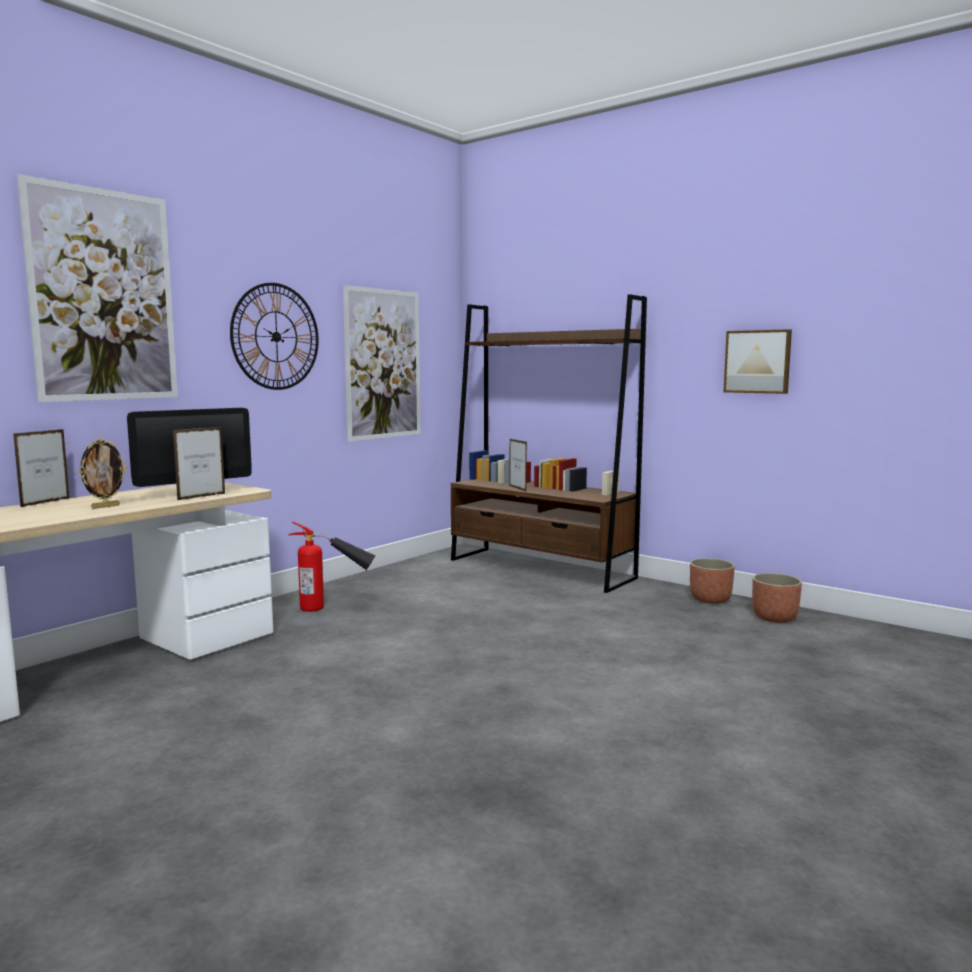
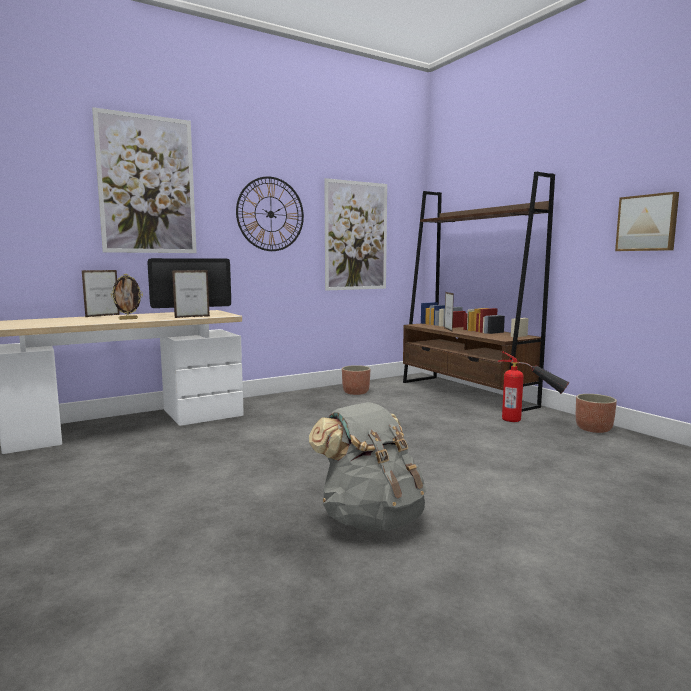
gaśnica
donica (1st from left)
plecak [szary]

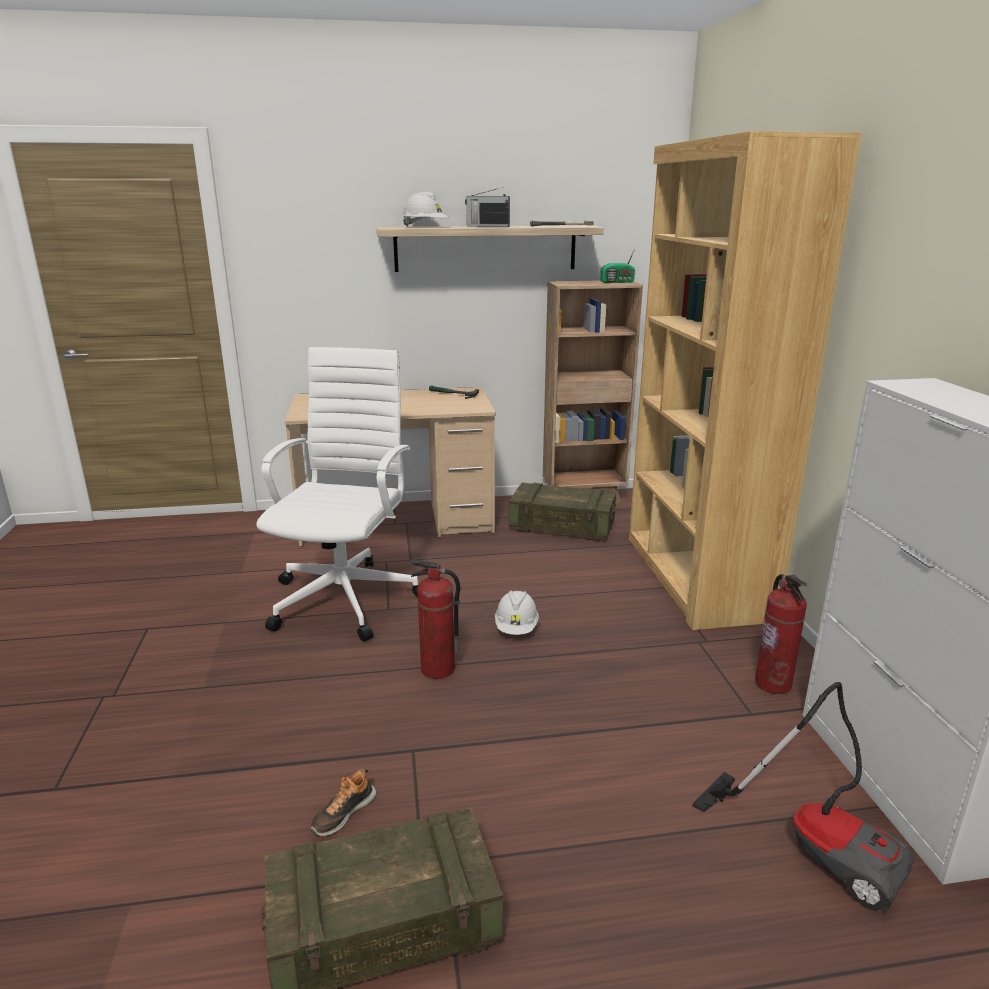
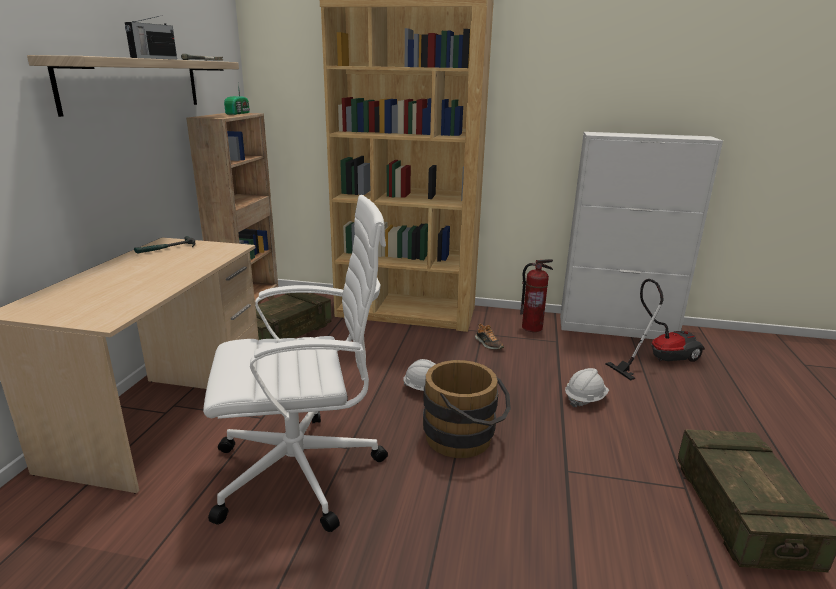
krzesło biurowe [biały]
but
kask [biały] (2nd from left)
wiadro [brązowy]

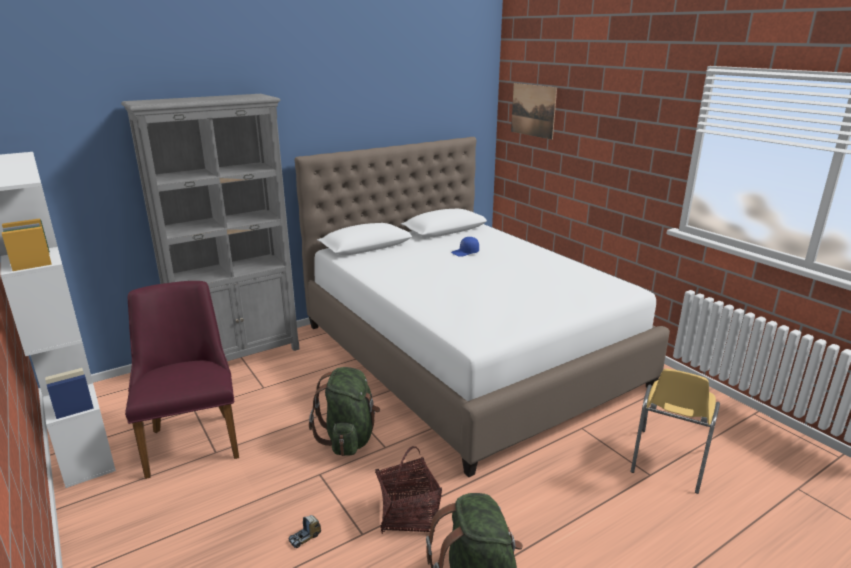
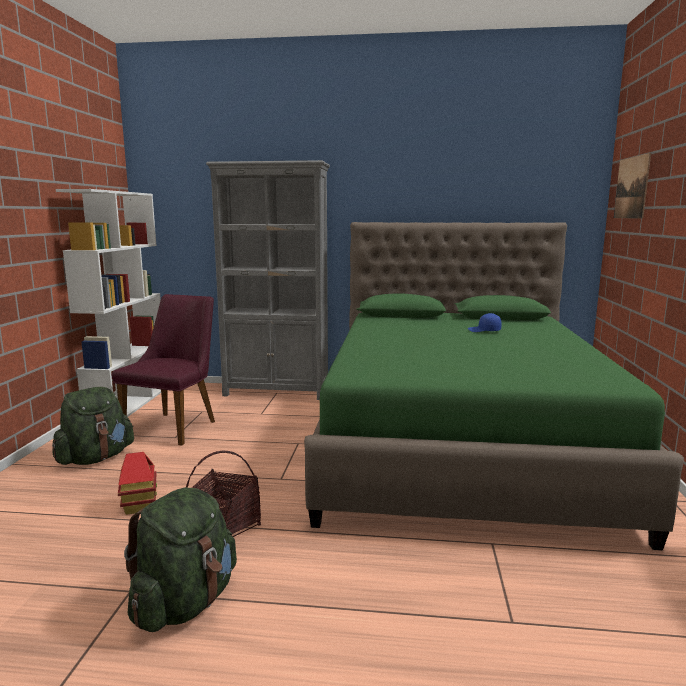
domek
łóżko [zielony]
plecak [zielony] (1st from left)
krzesło [żółty]

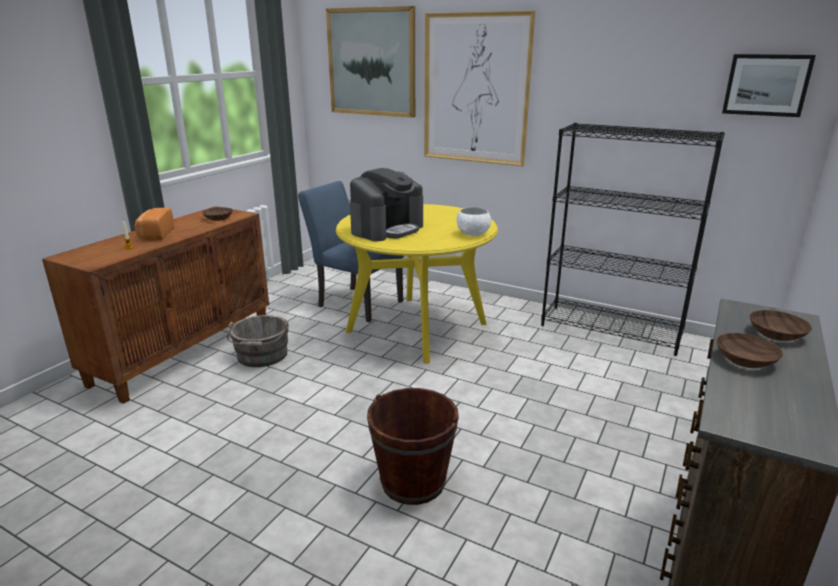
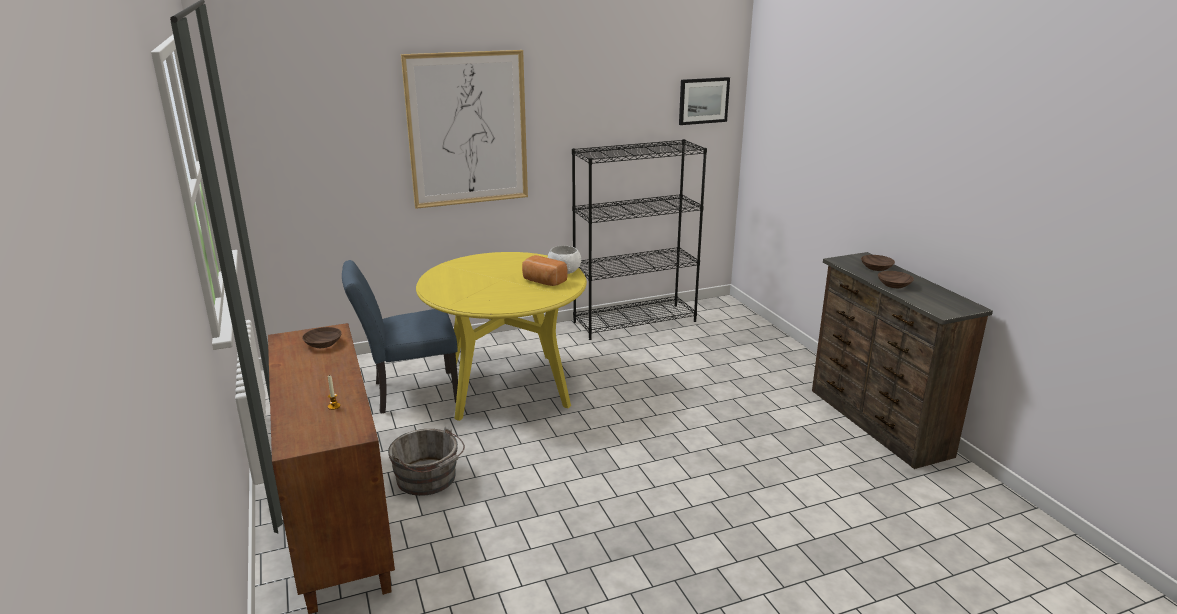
chleb
obraz (1st from left in the first image)
ekspres do kawy
wiadro [brązowy]

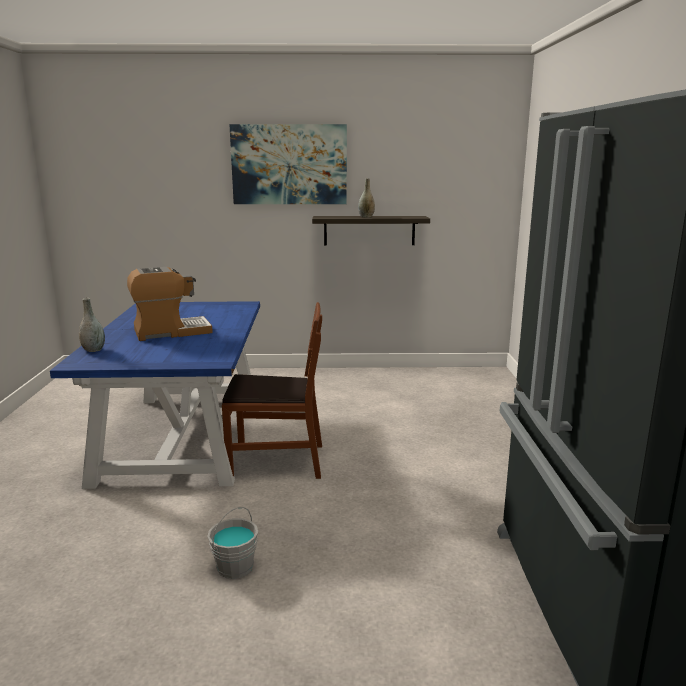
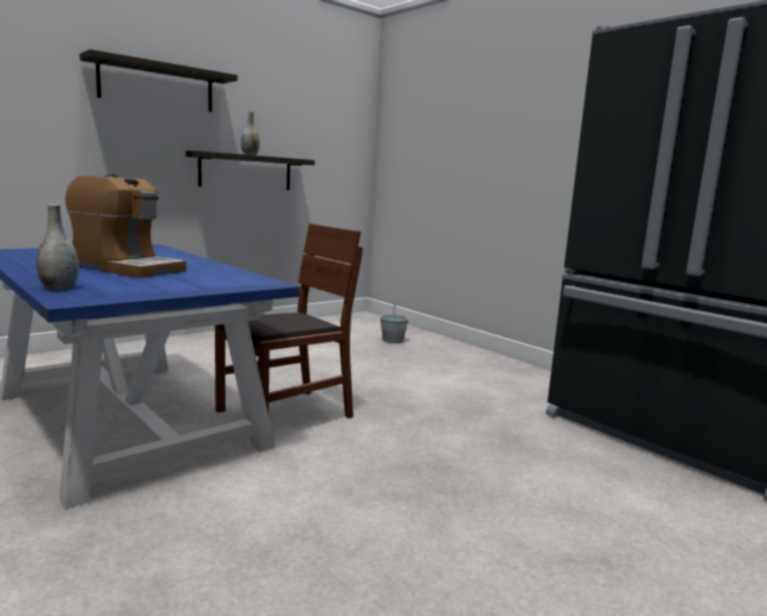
ekspres do kawy
wiadro [szary]
półka (1st from left)

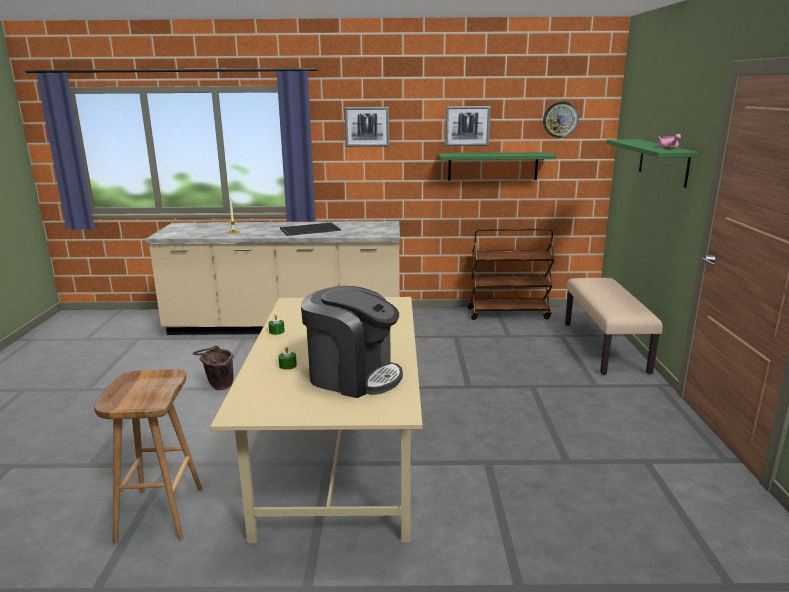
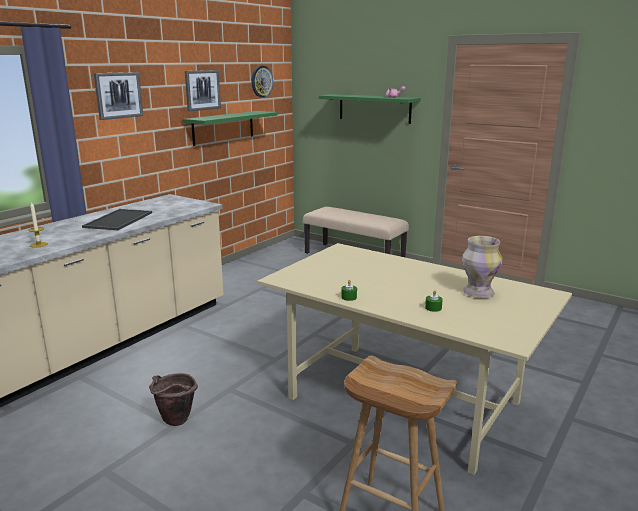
wazon
wózek [brązowy]

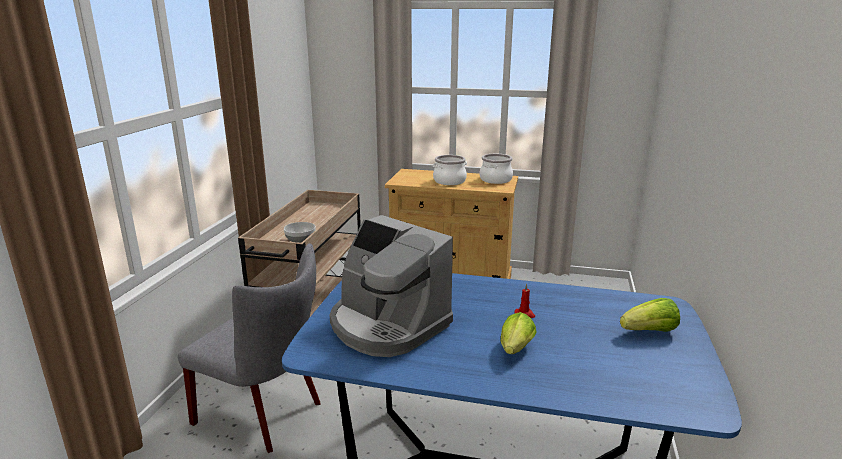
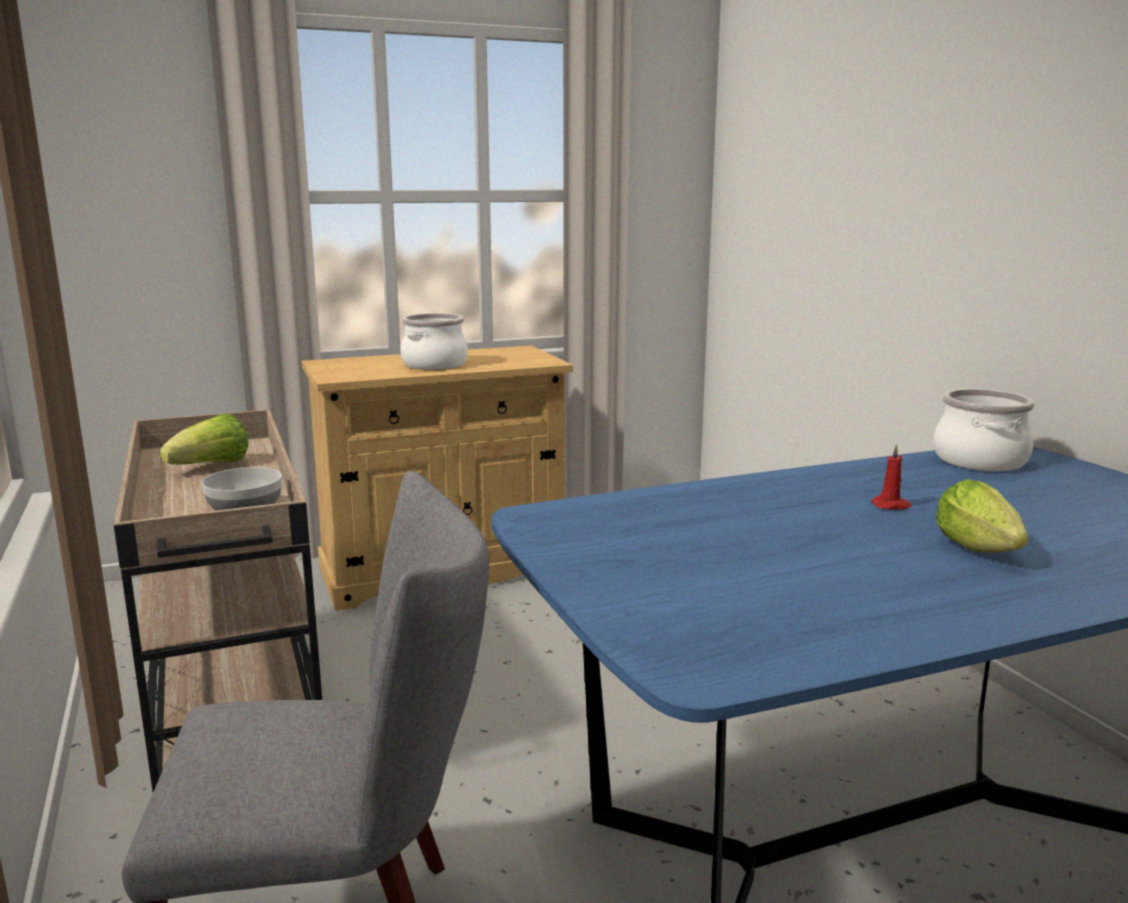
ekspres do kawy
garnek (2nd from left)
sałata (1st from left)

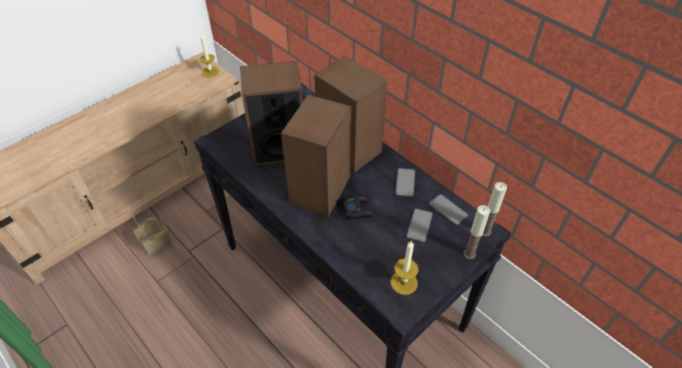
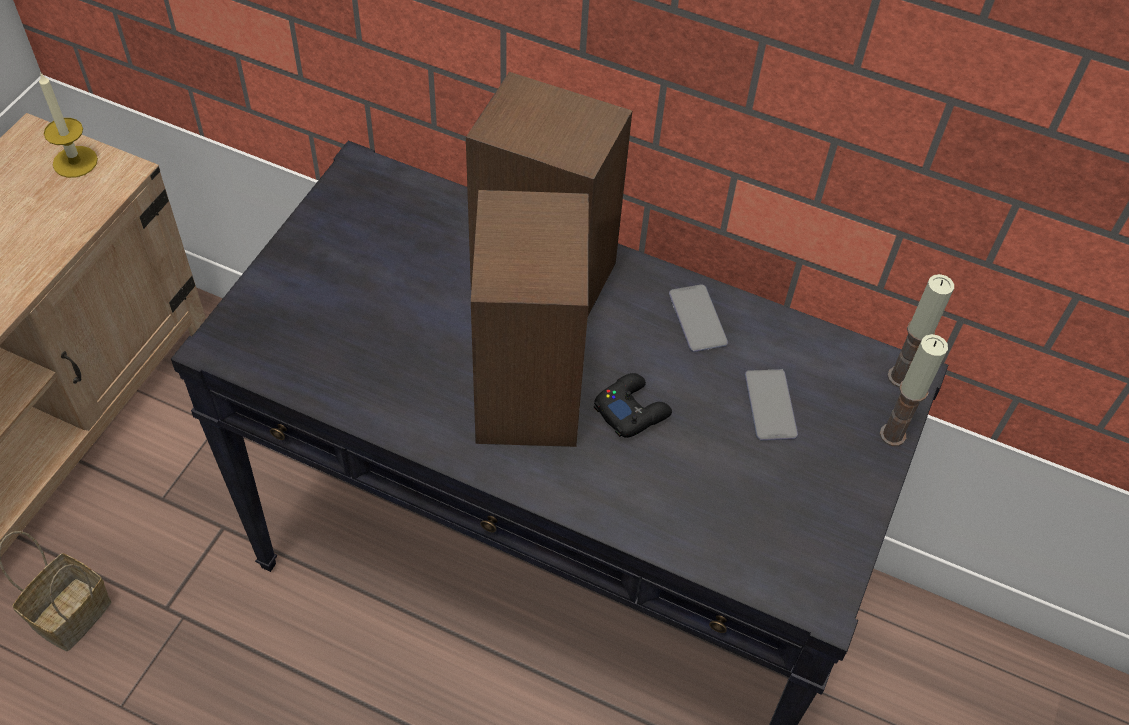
głośnik (1st from left in the first image)
świeca (2nd from left in the first image)
telefon (3rd from left in the first image)

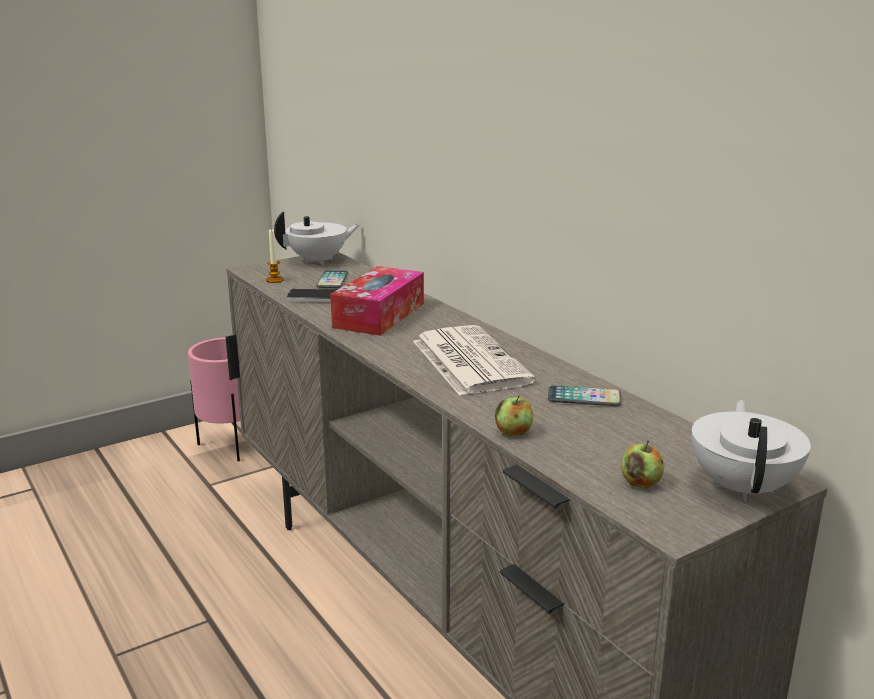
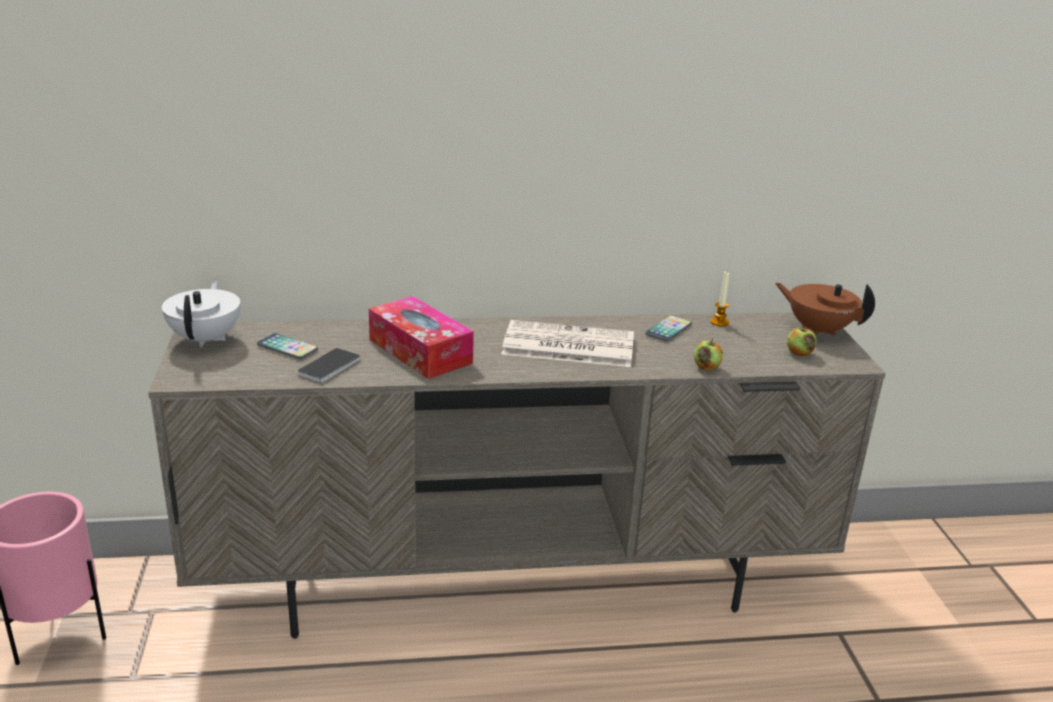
świeca
imbryk [brązowy]

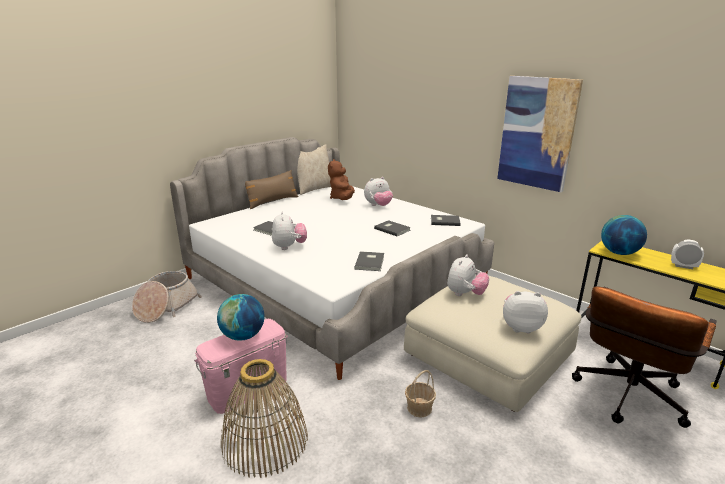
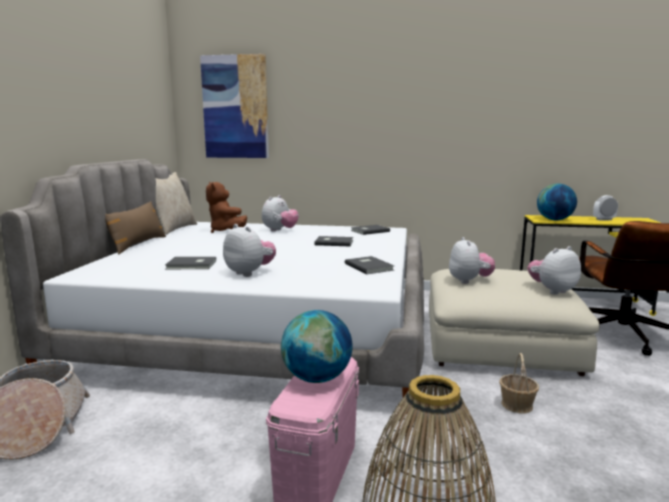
obraz

